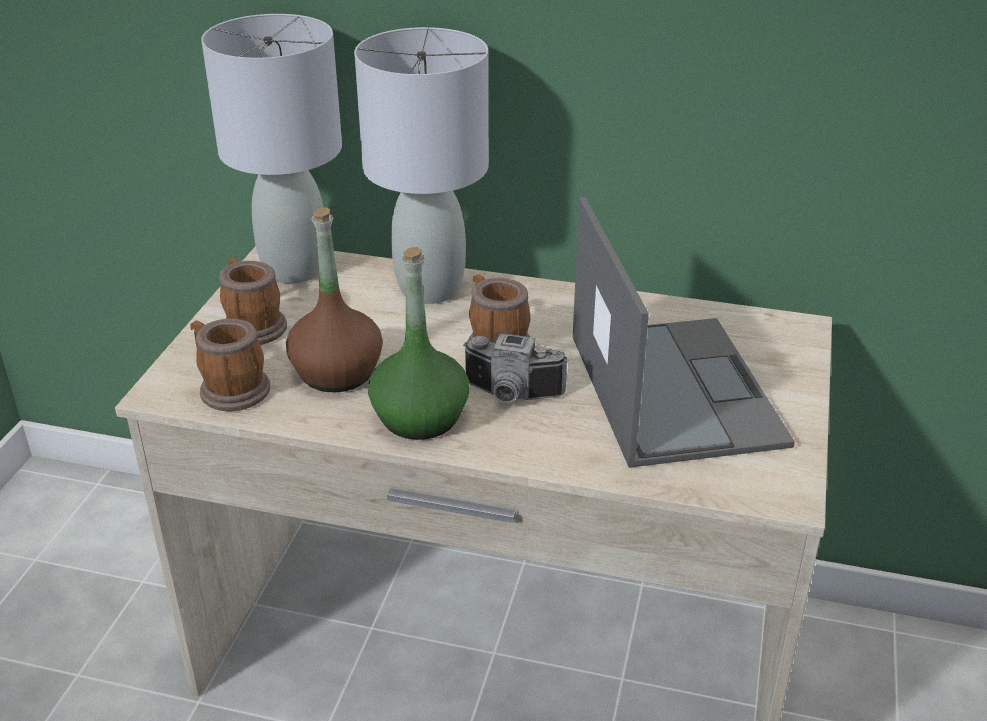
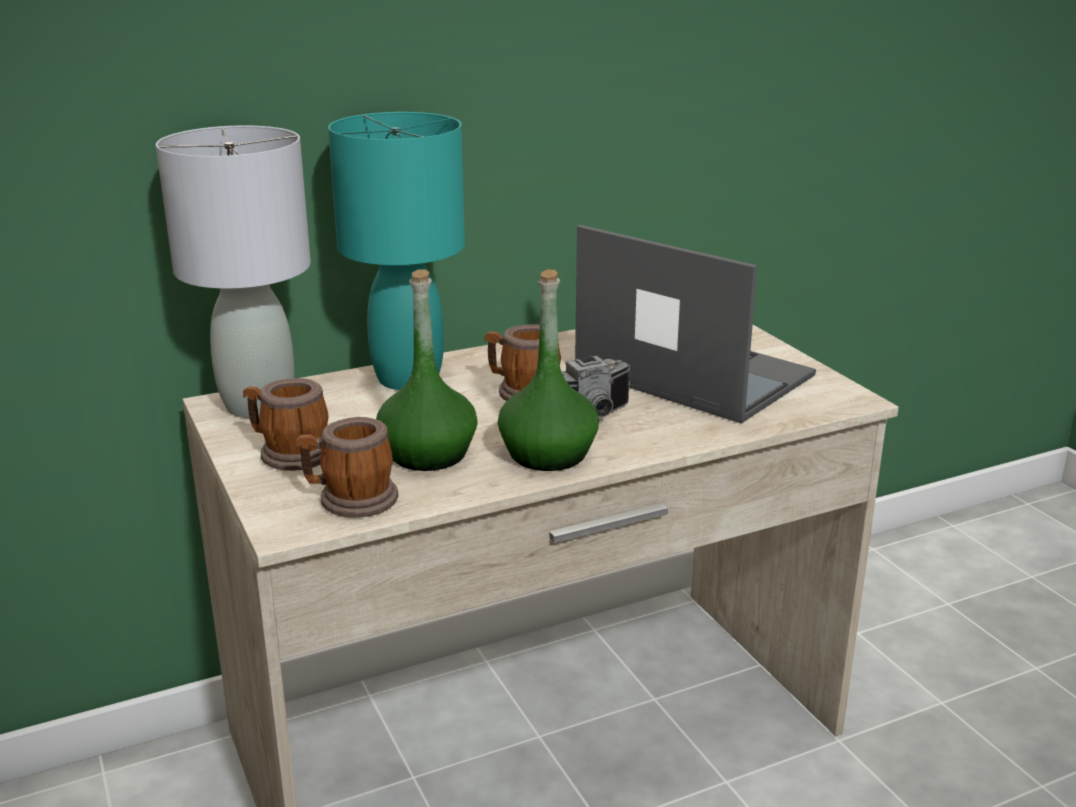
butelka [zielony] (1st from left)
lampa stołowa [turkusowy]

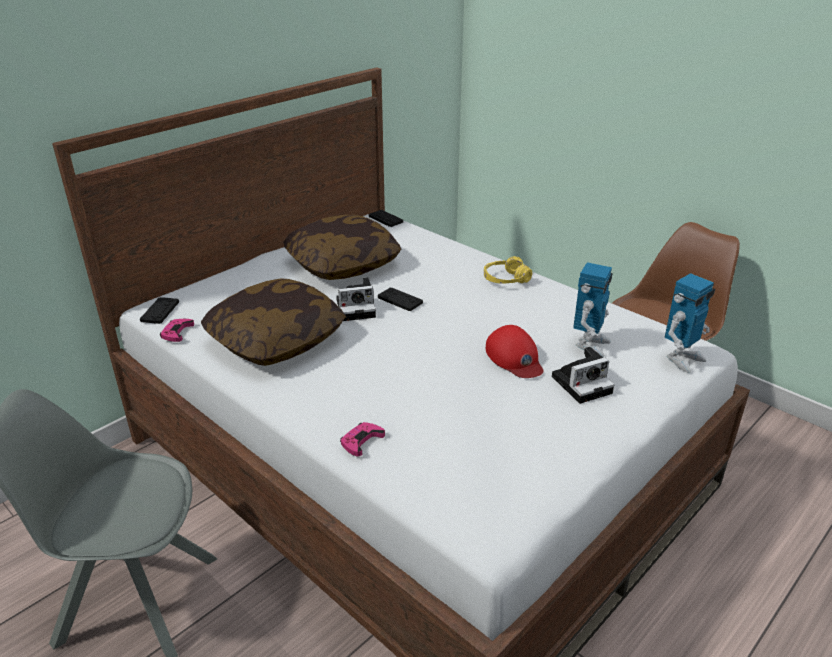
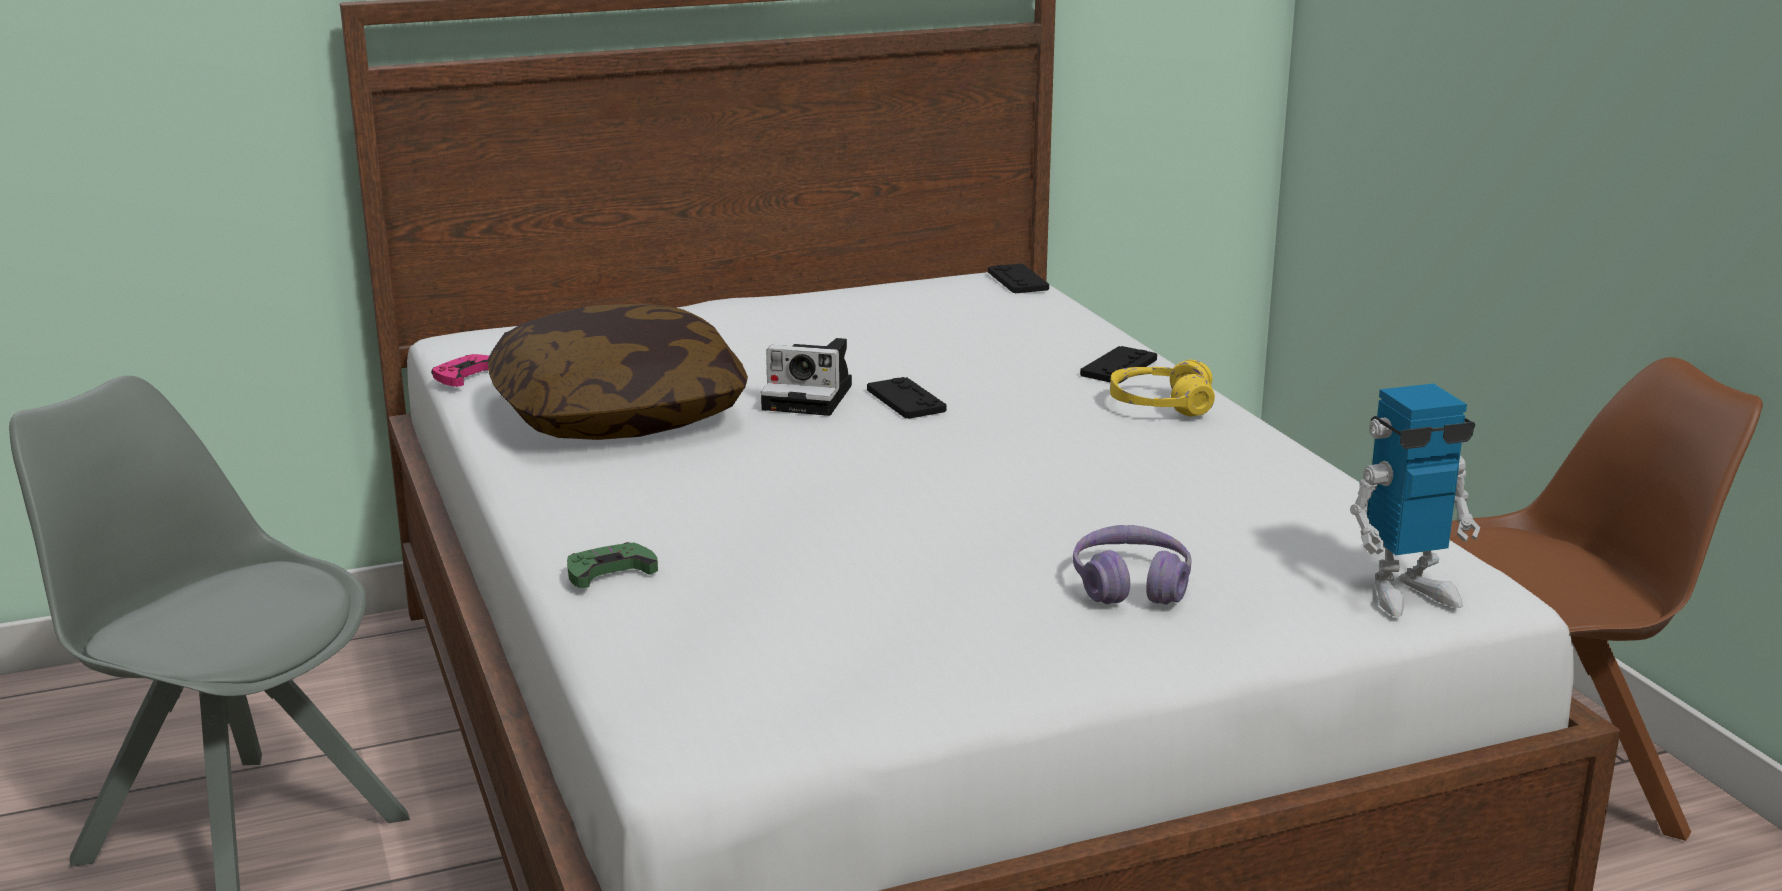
pad do gier [czarny] (3rd from left)
poduszka (2nd from left in the first image)
pad do gier [zielony]
czapka z daszkiem [czerwony]
słuchawki [fioletowy]
robot zabawkowy (1st from left in the first image)

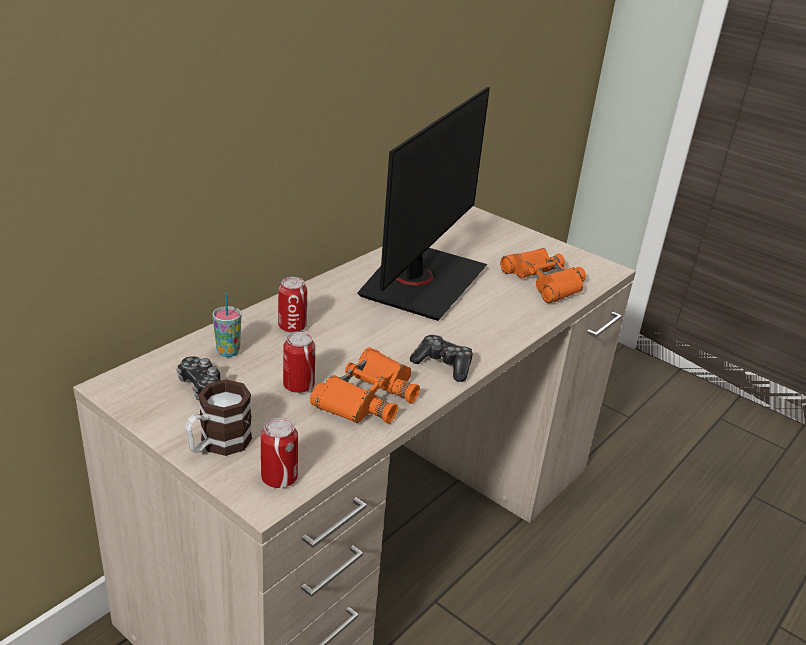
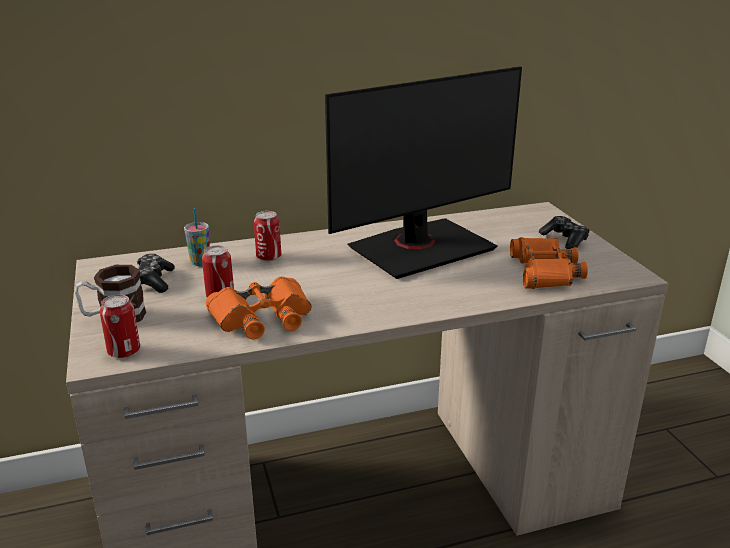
pad do gier (2nd from left)

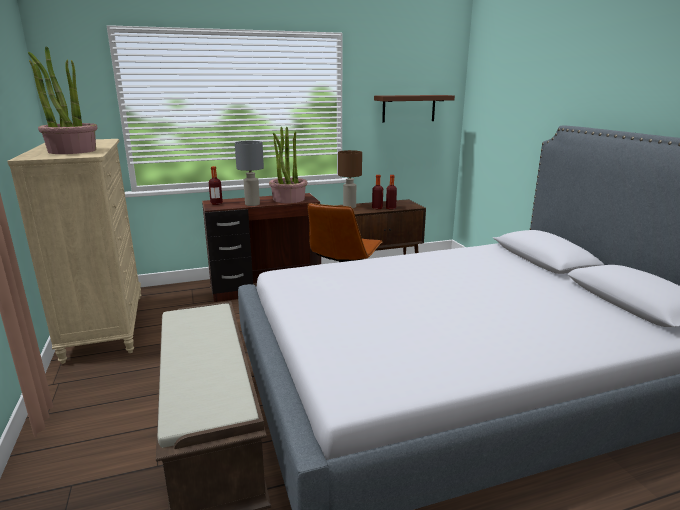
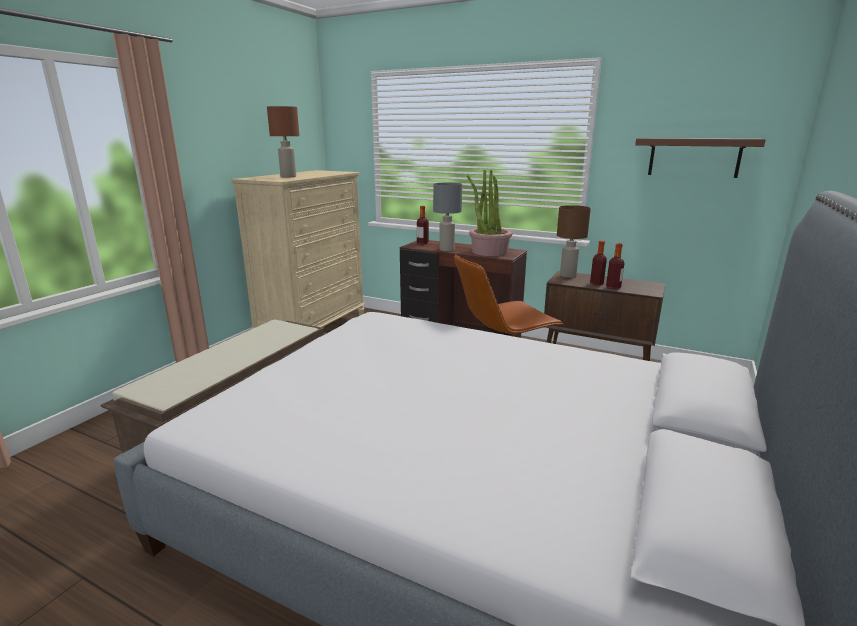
lampa stołowa [brązowy] (1st from left)

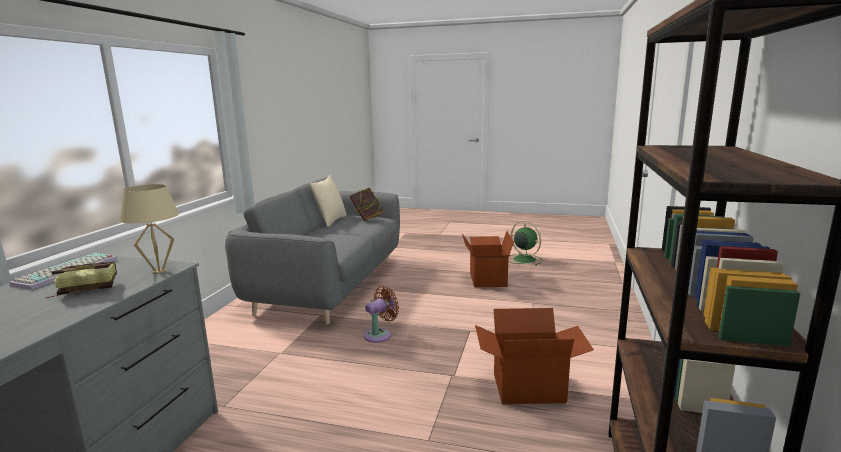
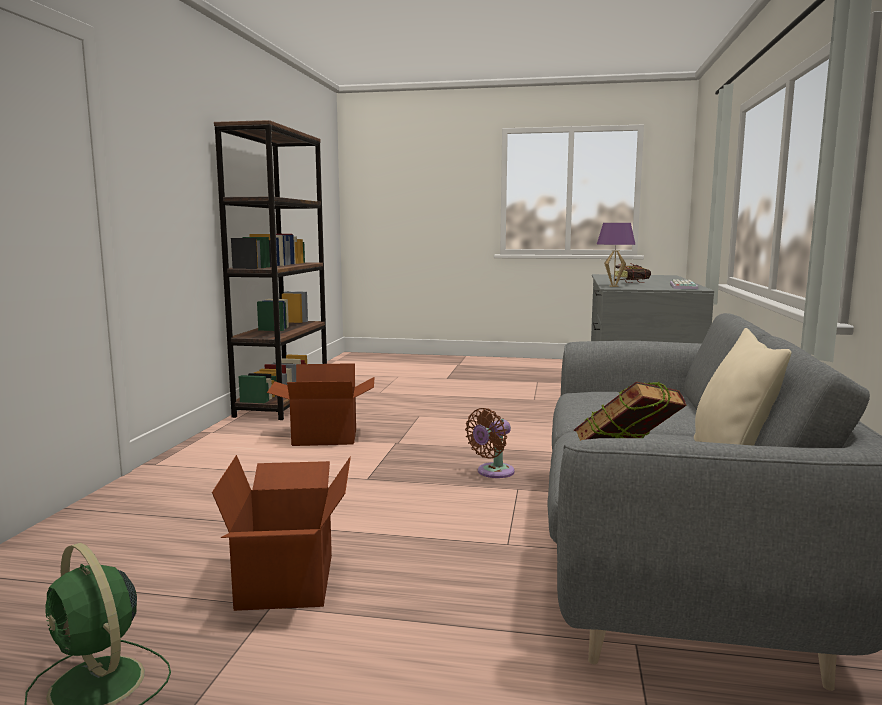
lampa stołowa [fioletowy]

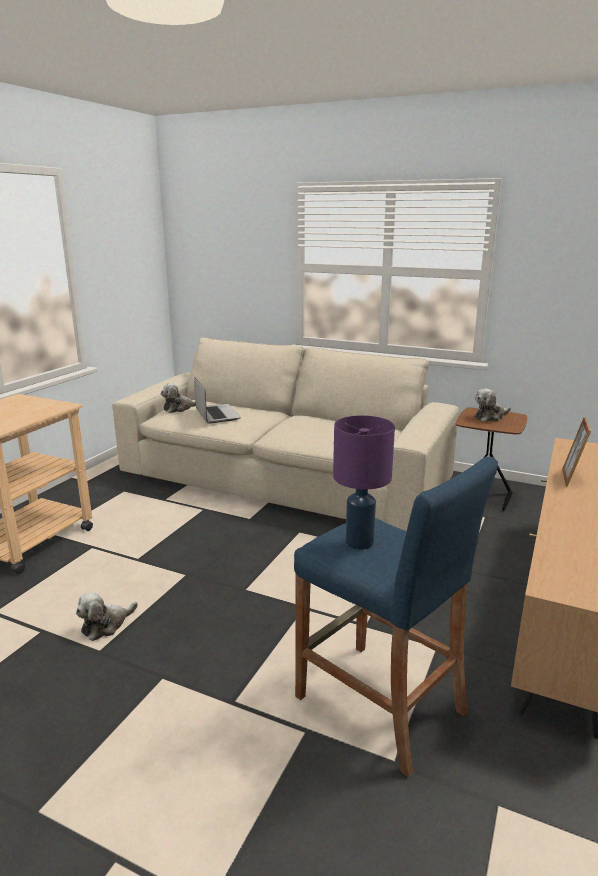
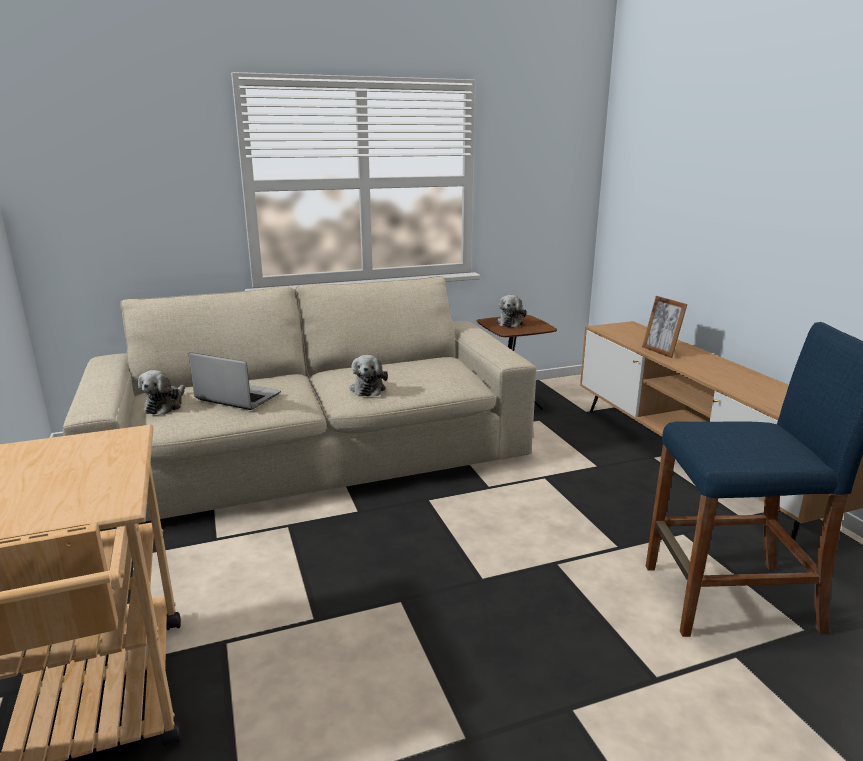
pluszak (2nd from left)
lampa stołowa [fioletowy]

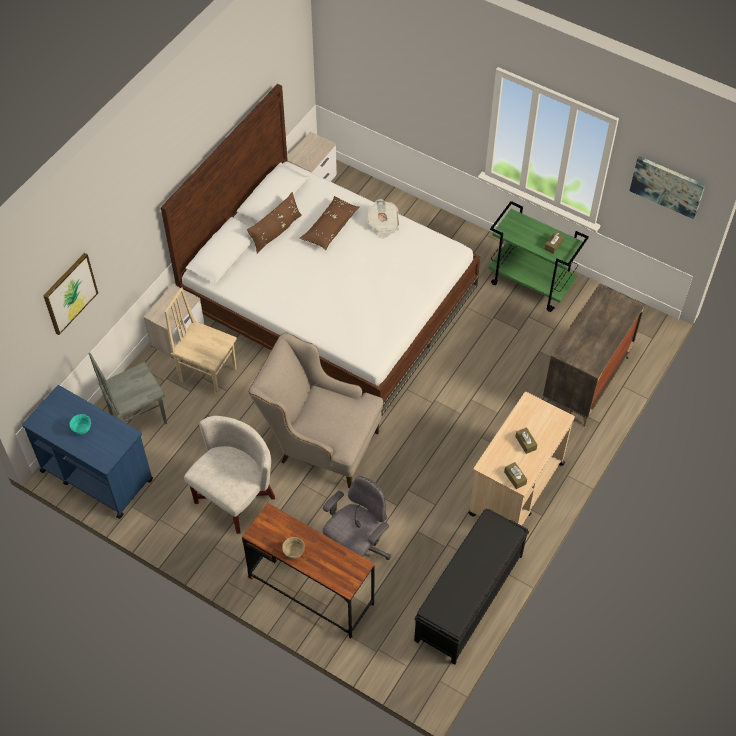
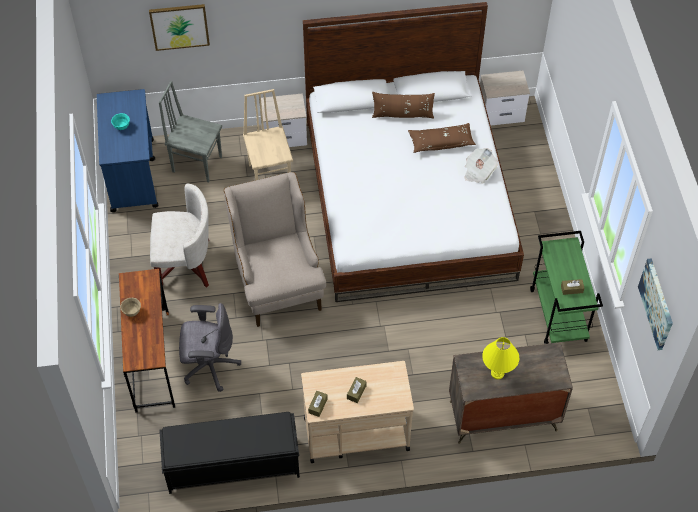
lampa stołowa [żółty]

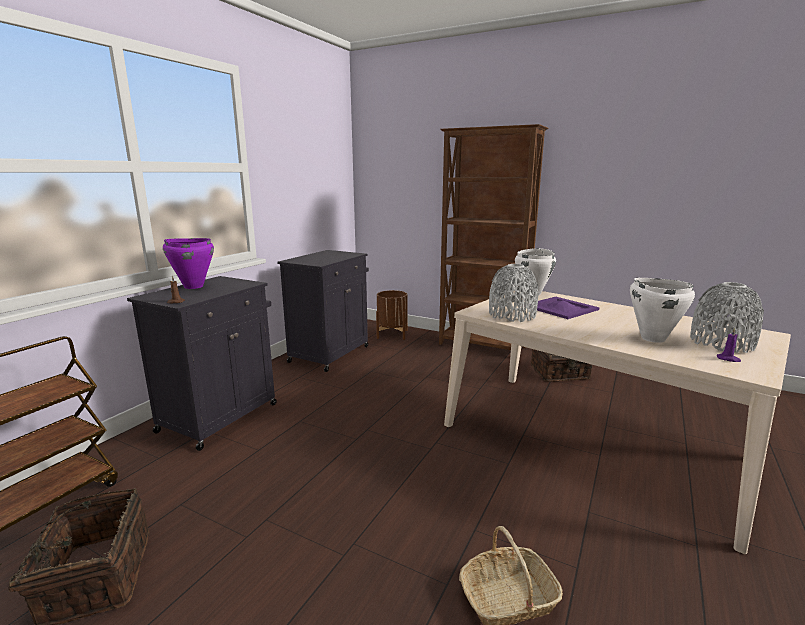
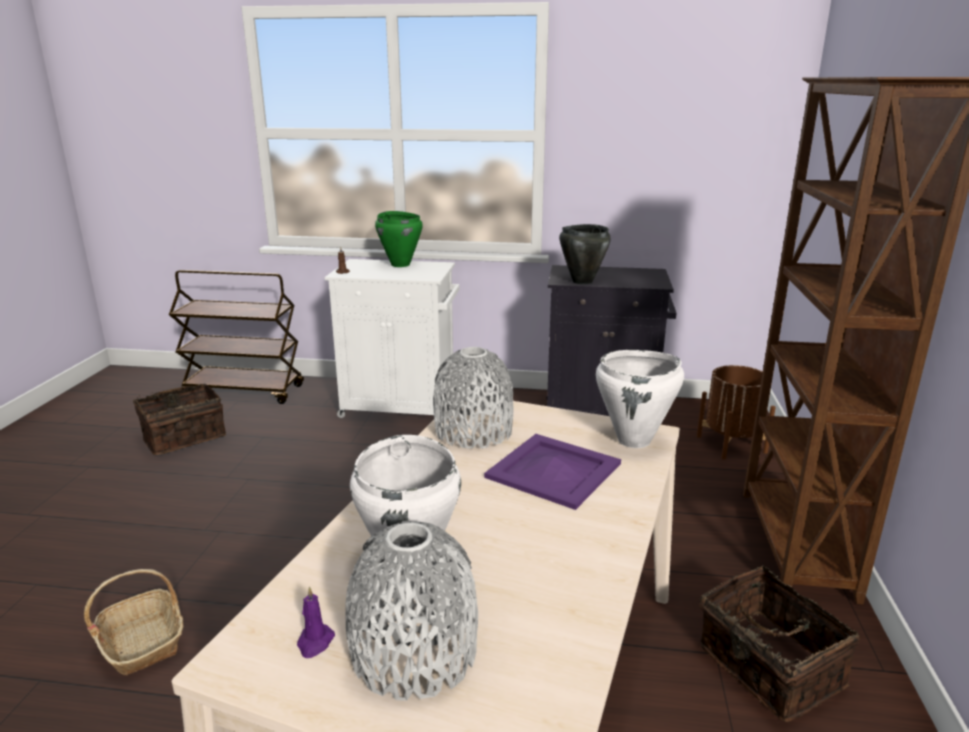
szafka [biały]
garnek [zielony]
garnek [czarny]

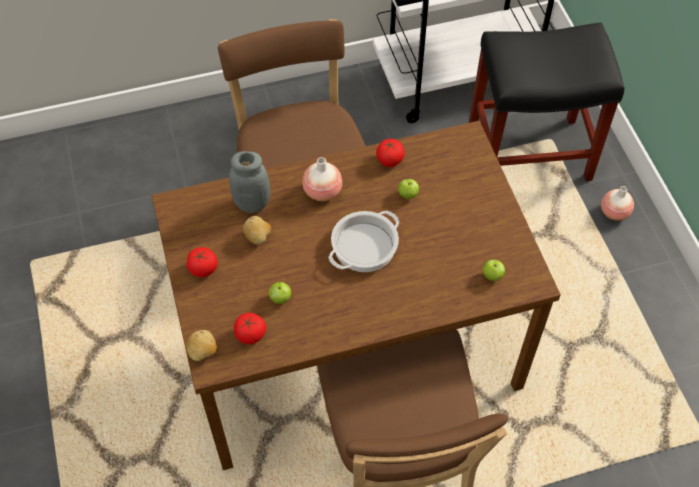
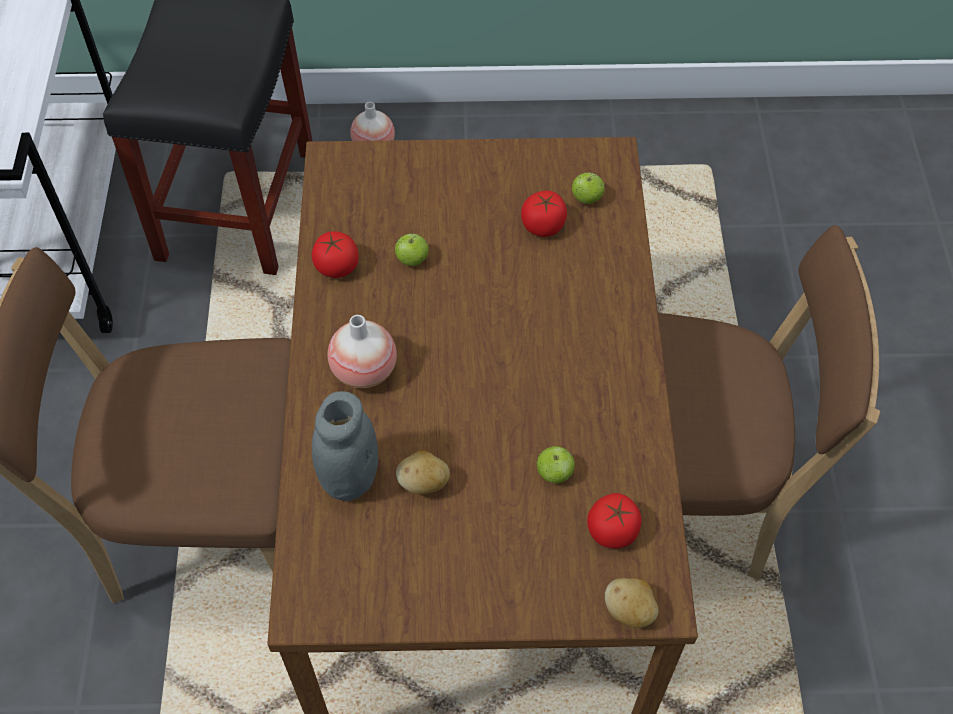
pomidor (2nd from left)
garnek

